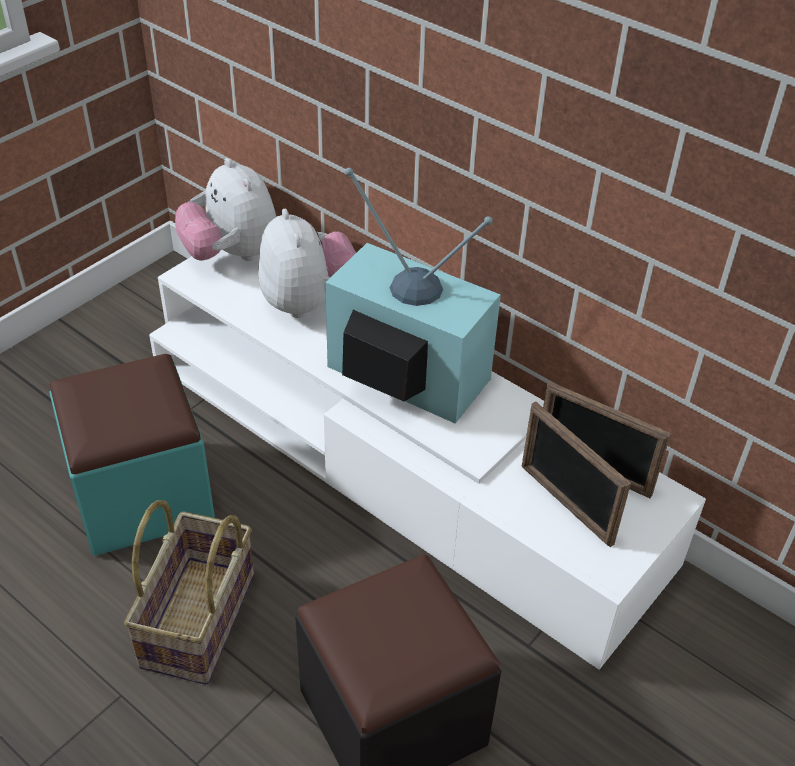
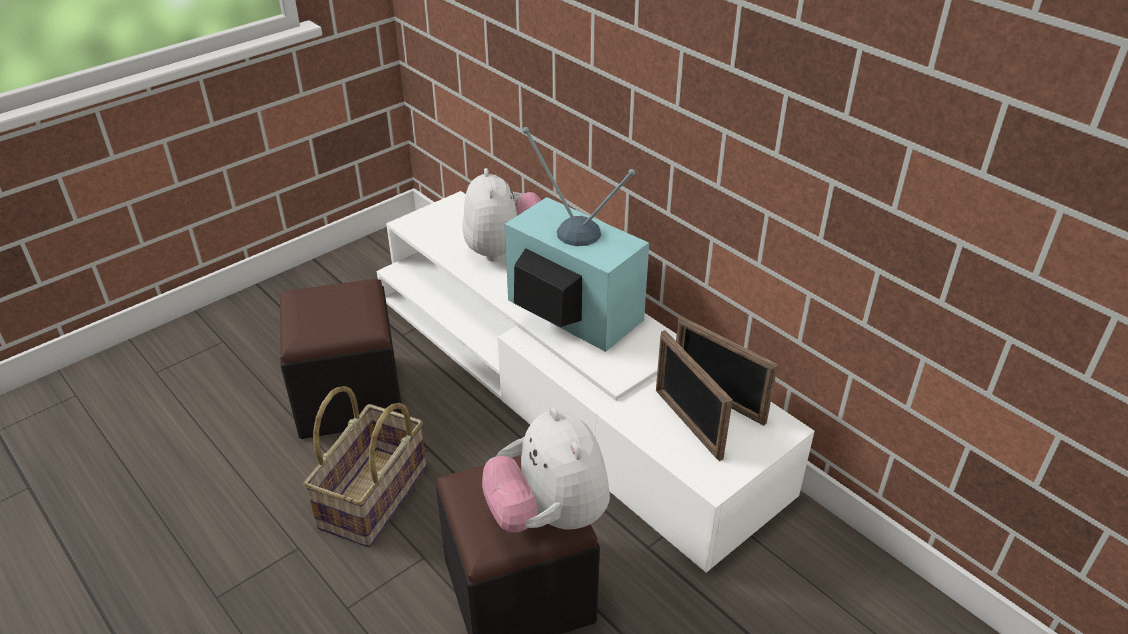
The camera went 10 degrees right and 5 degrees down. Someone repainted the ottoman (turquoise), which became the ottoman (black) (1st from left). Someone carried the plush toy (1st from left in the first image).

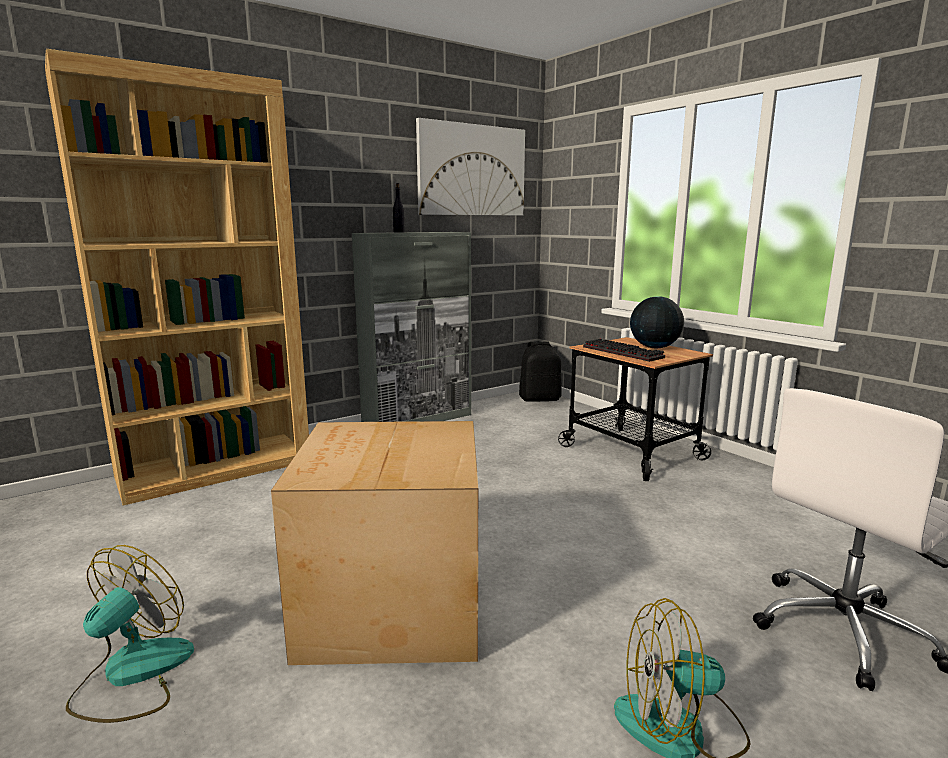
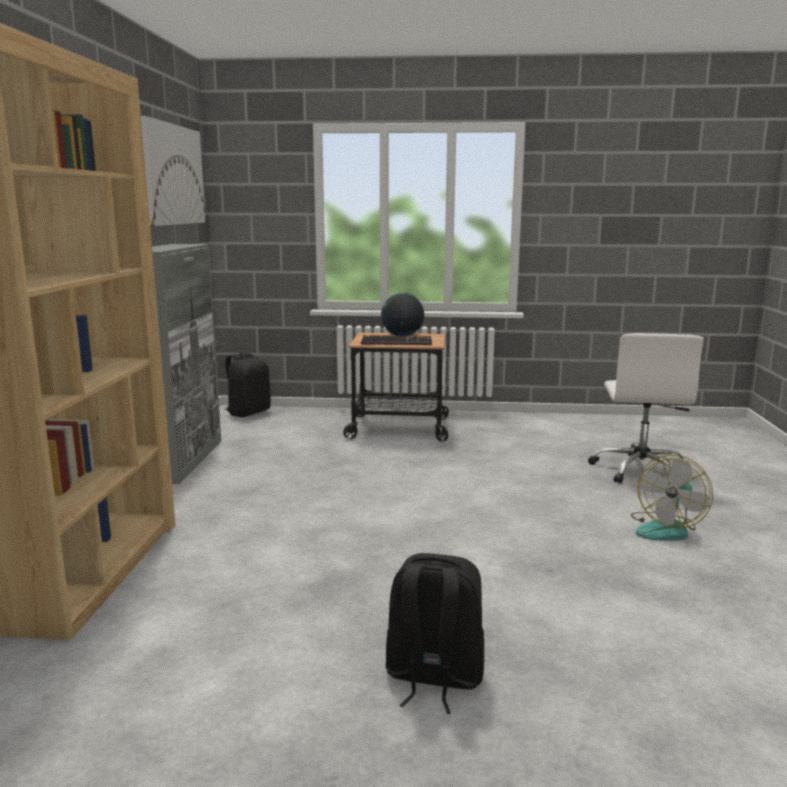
The camera went 50 degrees left and 0 degrees up. Someone swapped the fan (1st from left) for the backpack (black) (2nd from left). Someone took away the cardboard box. Someone took away the bottle (black).

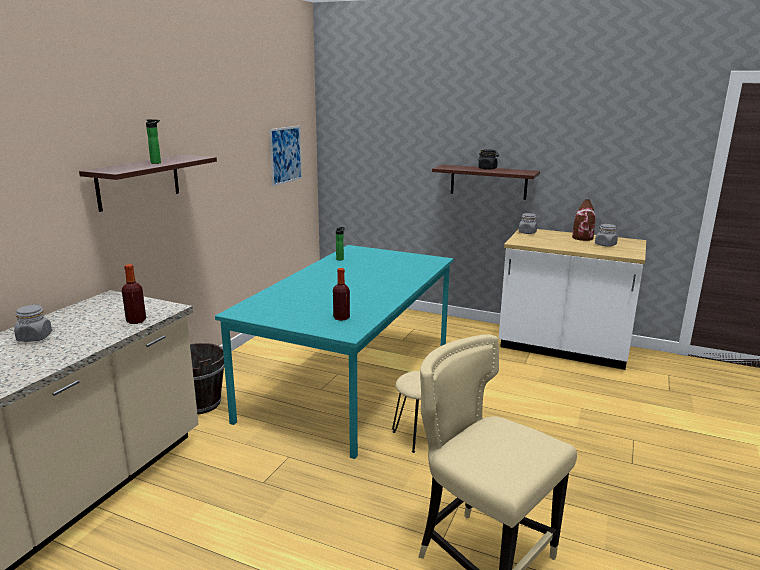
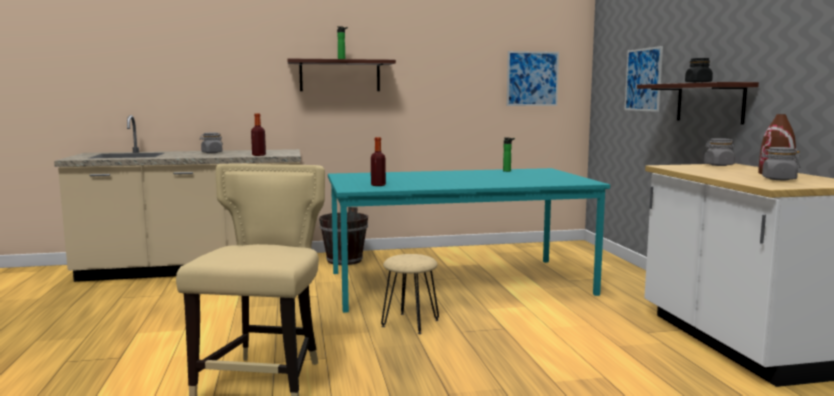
The camera went 55 degrees right and 10 degrees down. Someone put up the picture (2nd from left).

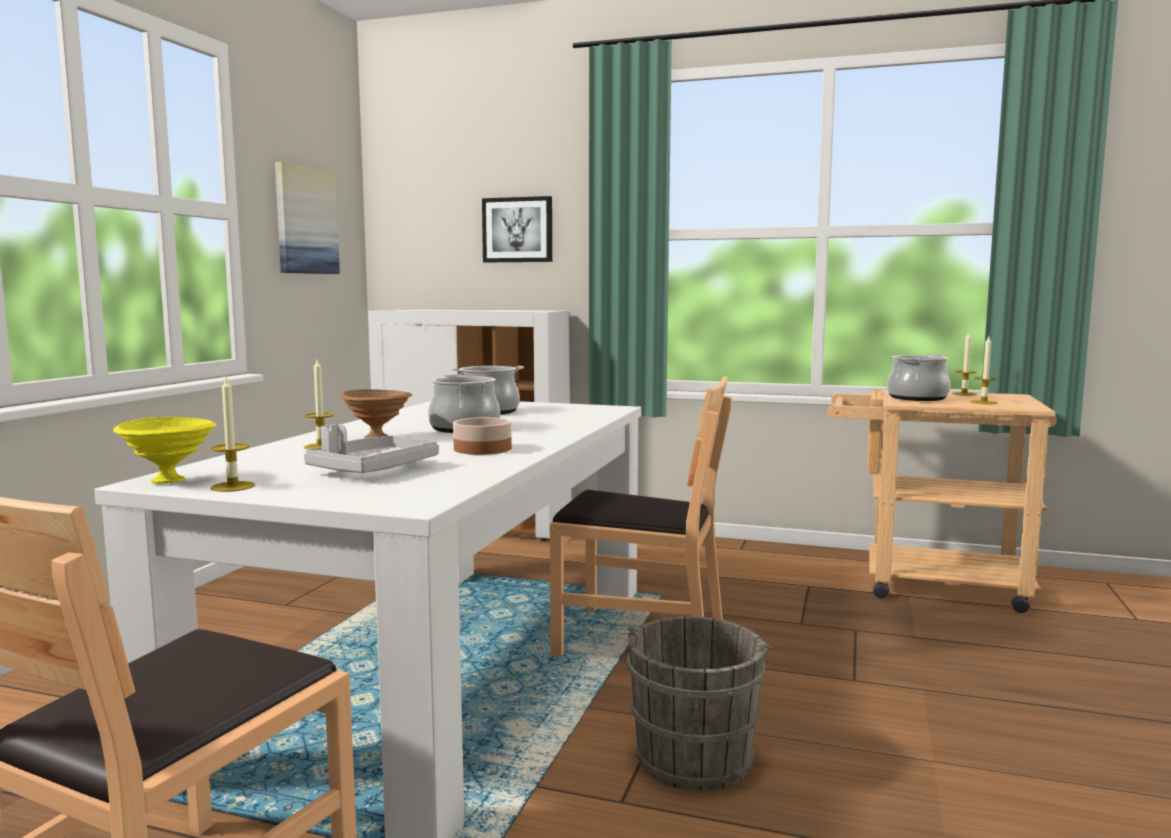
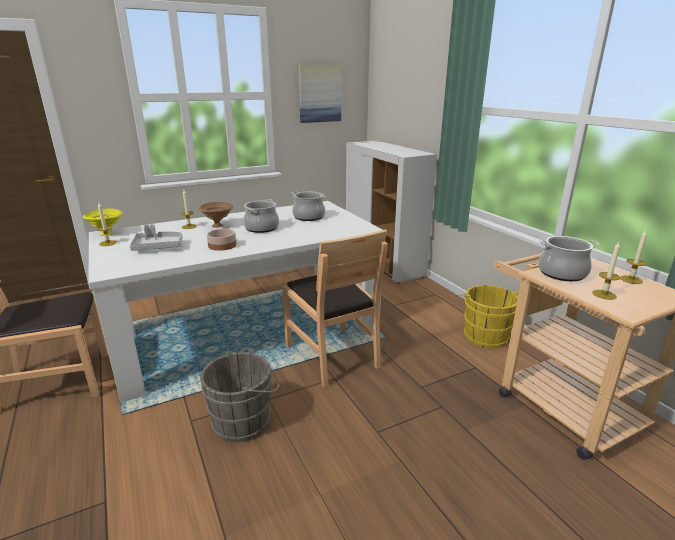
The camera went 45 degrees right and 15 degrees up. Someone put down the bucket (yellow). Someone took away the picture (2nd from left).

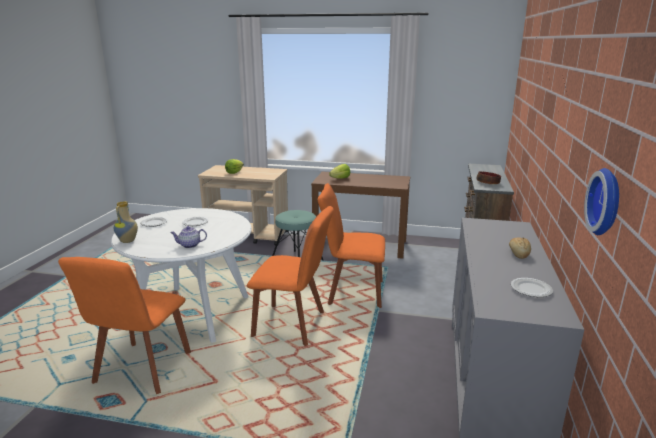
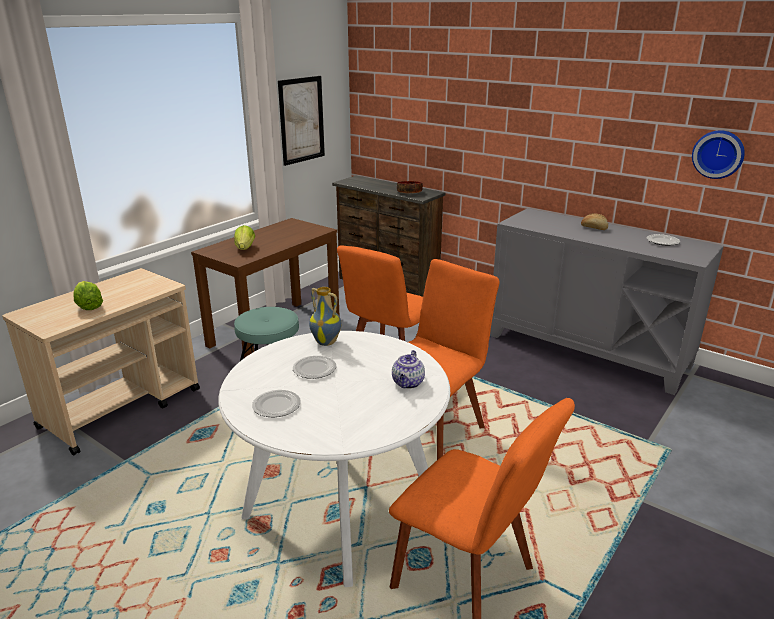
The camera went 65 degrees left and 5 degrees up. Someone put up the picture. Someone carried the vase.

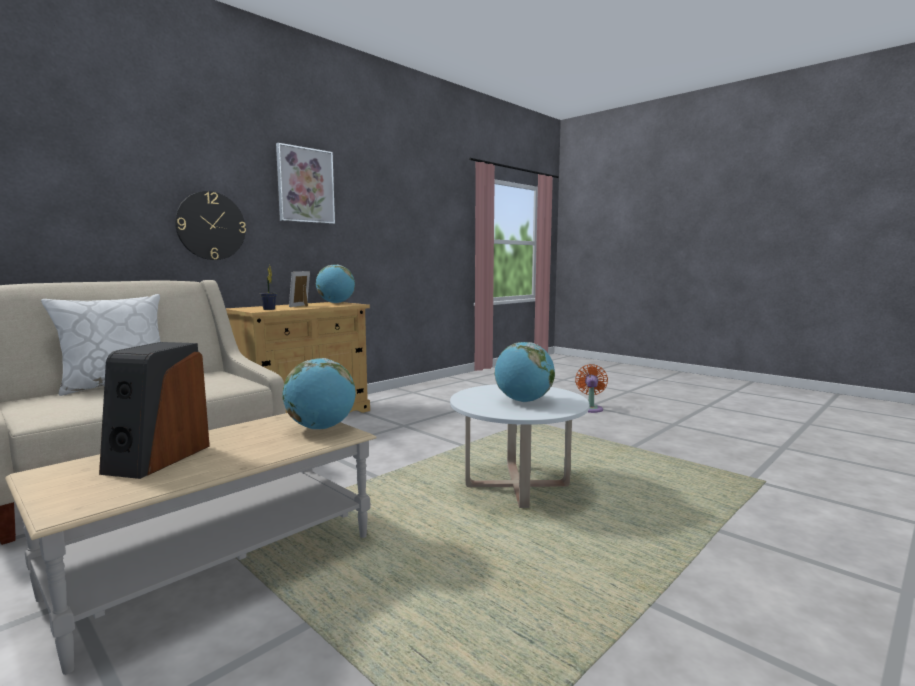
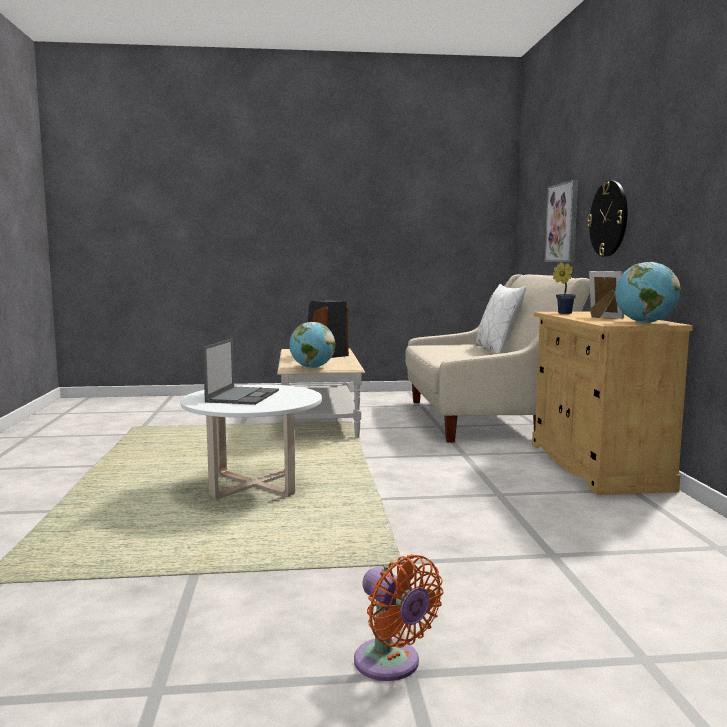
The camera went 130 degrees right and 0 degrees up. Someone swapped the globe (3rd from left) for the laptop. Someone carried the picture.

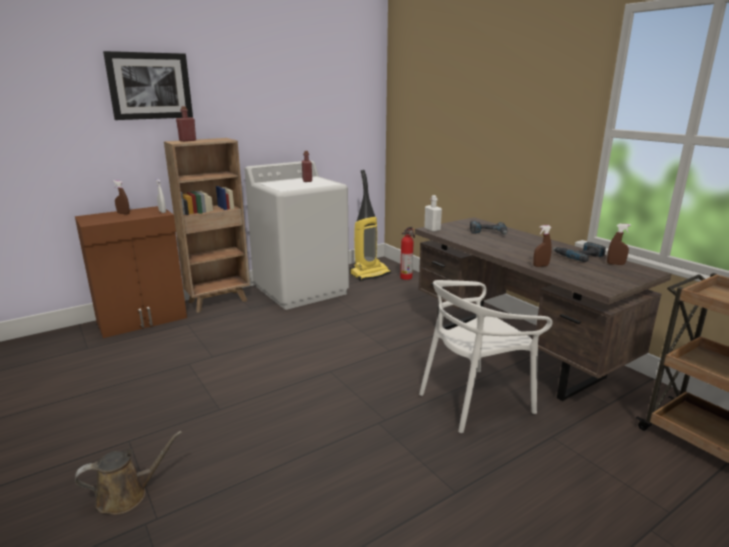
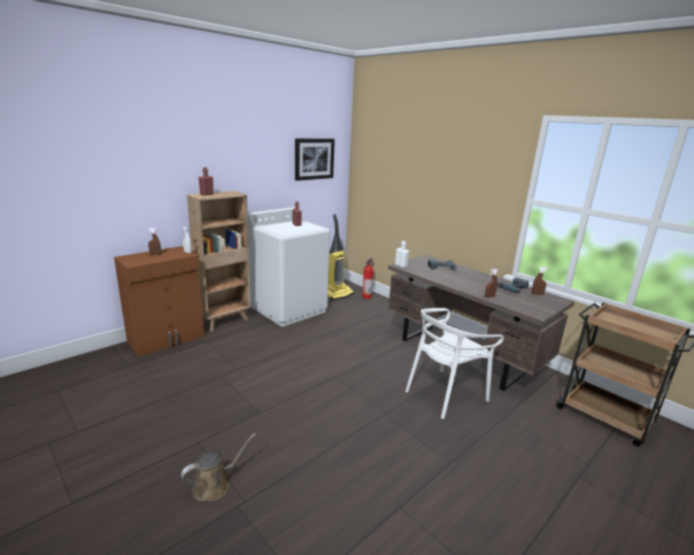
The camera went 10 degrees left and 0 degrees up. Someone carried the picture.

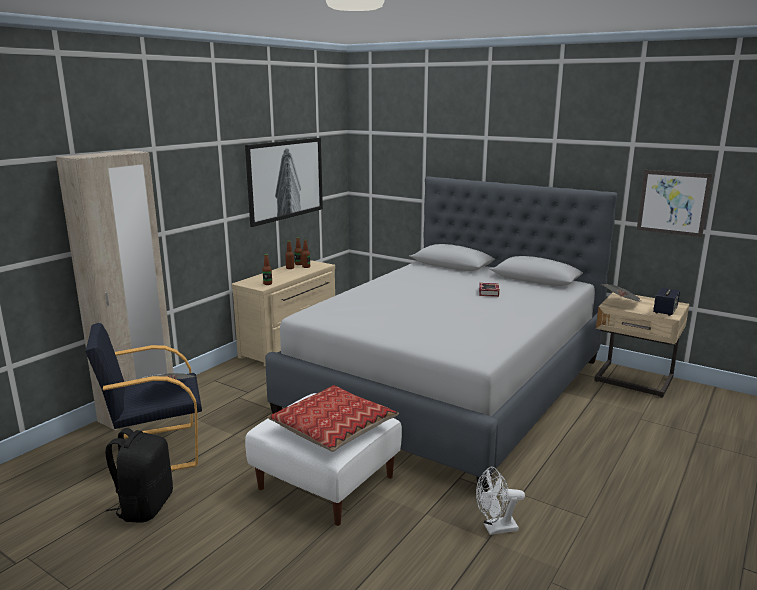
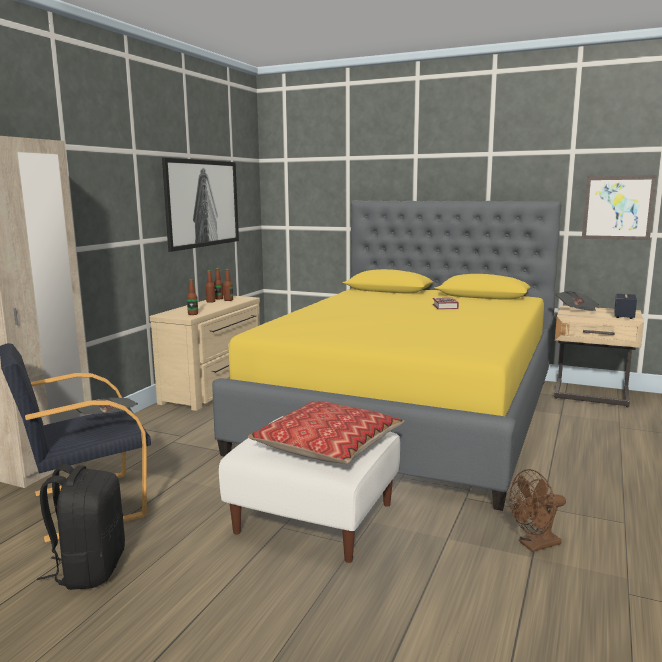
The camera went 10 degrees left and 5 degrees down. Someone repainted the bed (grey), which became the bed (yellow). Someone repainted the fan (white), which became the fan (brown).

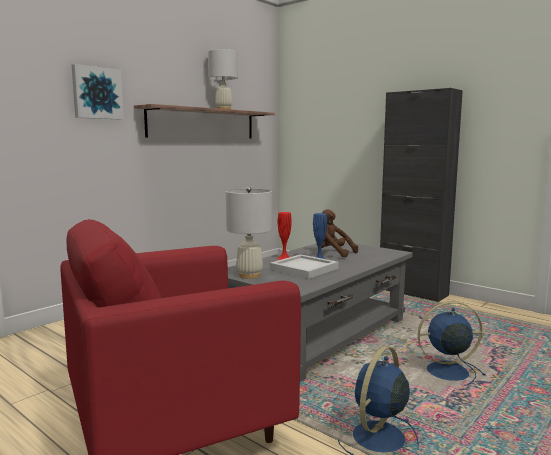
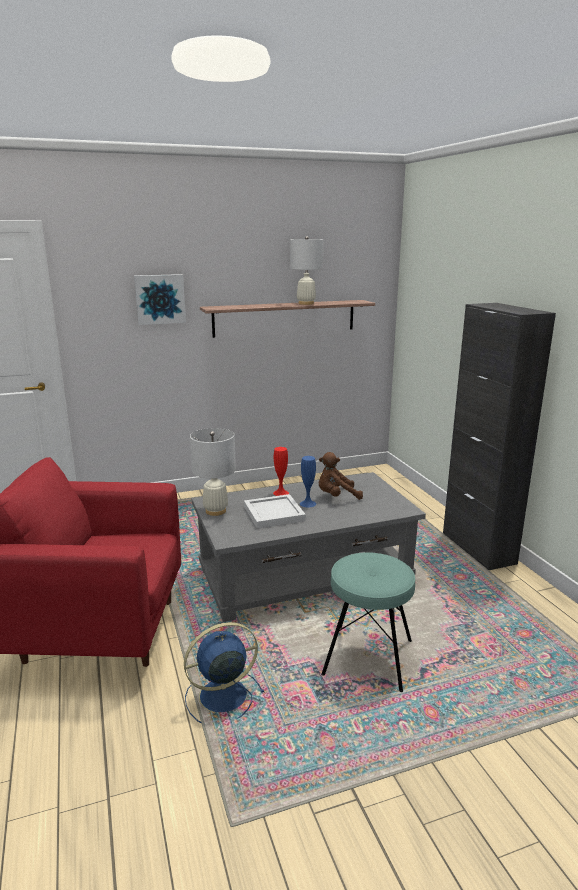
The camera went 30 degrees right and 10 degrees up. Someone rotated the plush toy (brown) by 75 degrees counterclockwise. Someone swapped the fan (blue) (2nd from left) for the stool (turquoise).

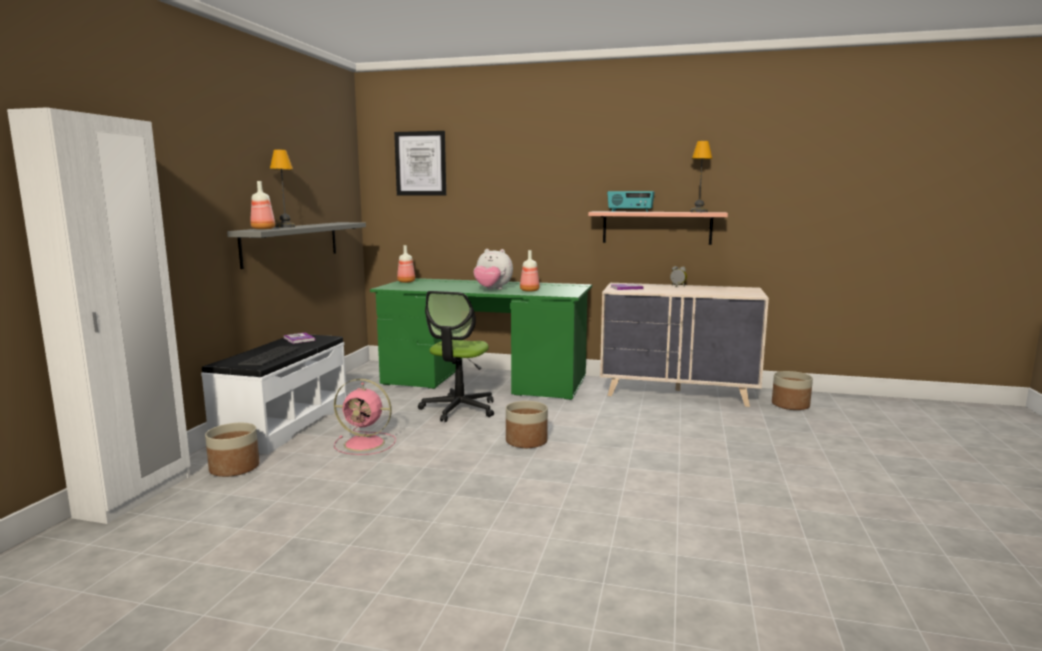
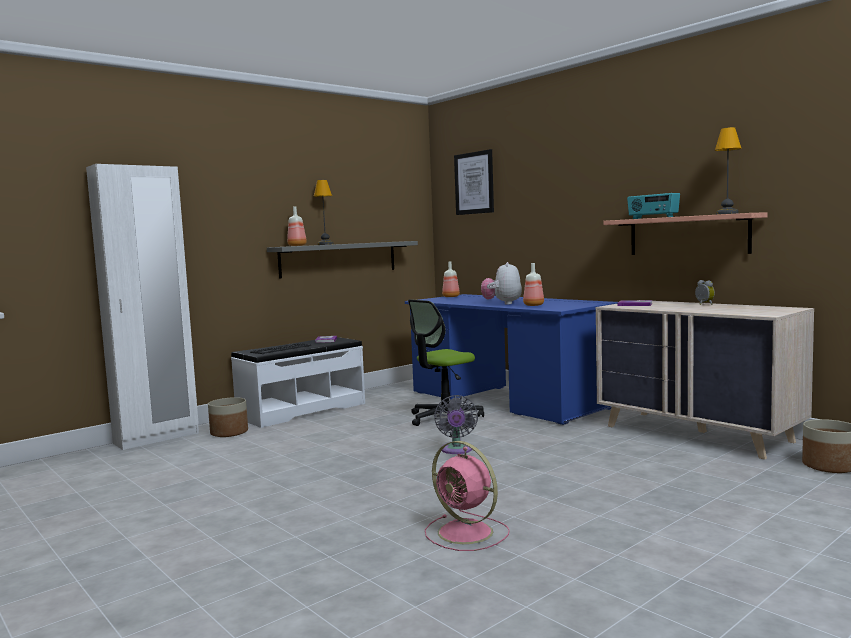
The camera went 35 degrees right and 5 degrees down. Someone repainted the desk (green), which became the desk (blue). Someone carried the fan (pink). Someone swapped the planter (2nd from left) for the fan (grey). Someone rotated the plush toy by 45 degrees clockwise.

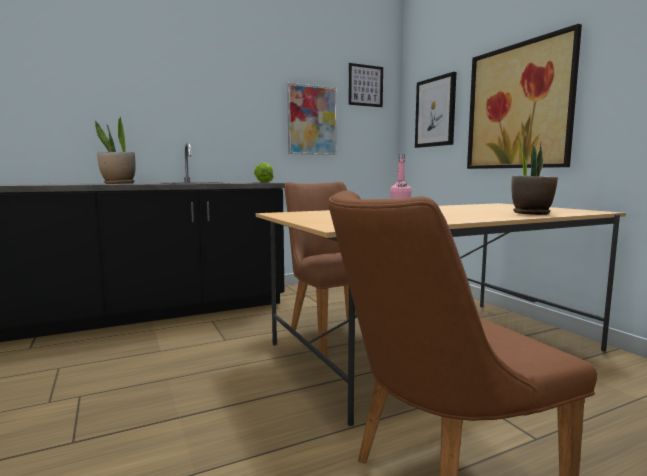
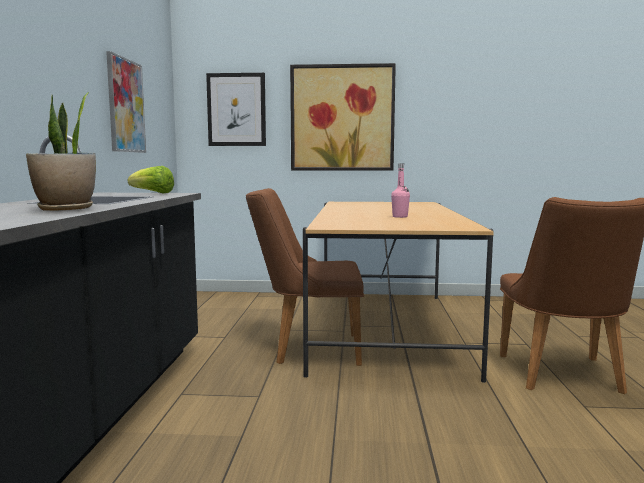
The camera went 60 degrees left and 0 degrees up. Someone took away the picture (2nd from left). Someone took away the potted plant (2nd from left).

